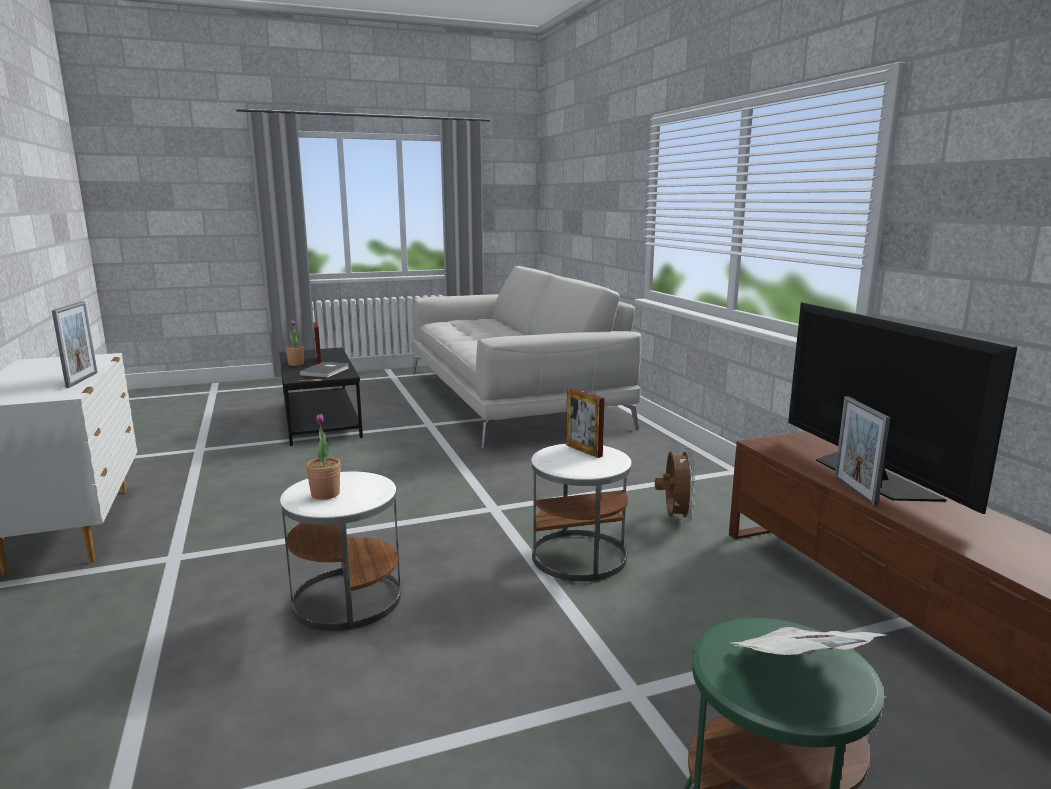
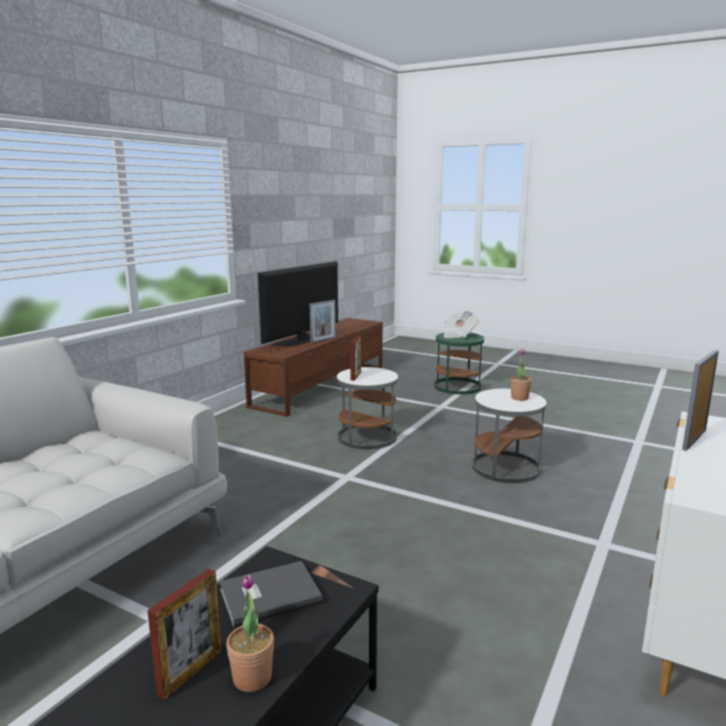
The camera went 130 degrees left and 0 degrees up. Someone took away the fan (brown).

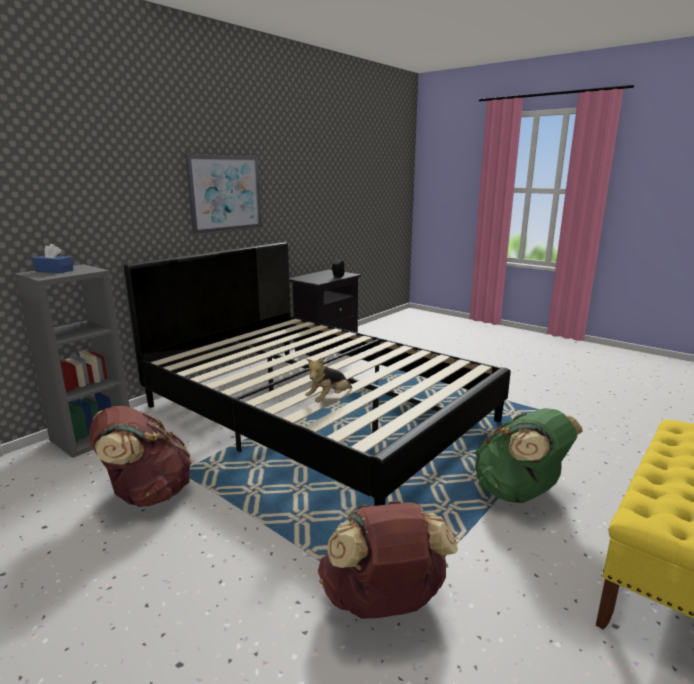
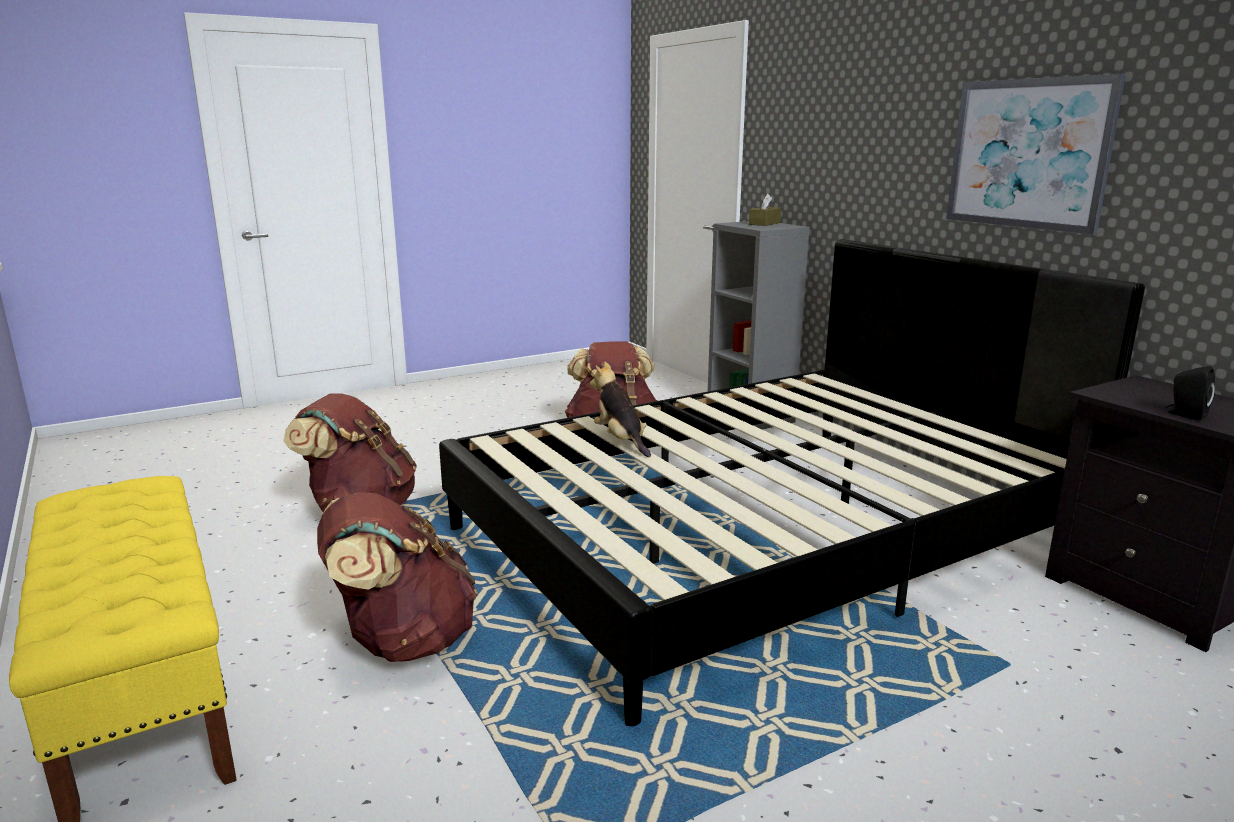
The camera went 110 degrees right and 0 degrees up. Someone repainted the backpack (green), which became the backpack (brown) (2nd from left). Someone repainted the tissue box (blue), which became the tissue box (brown).

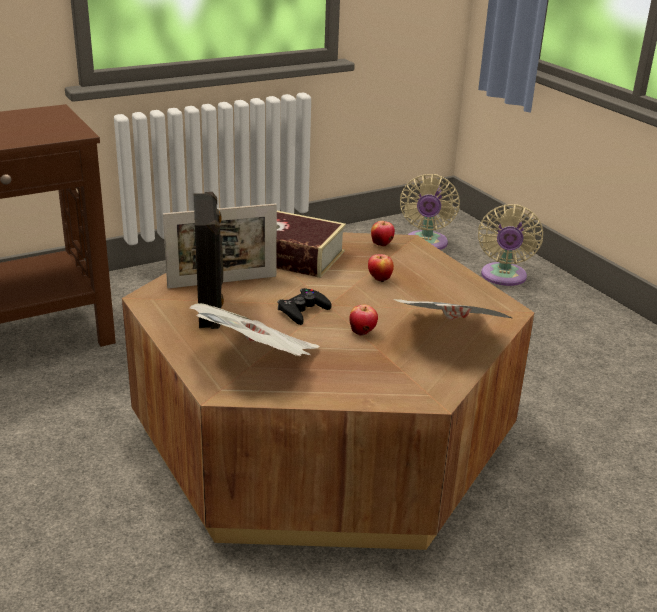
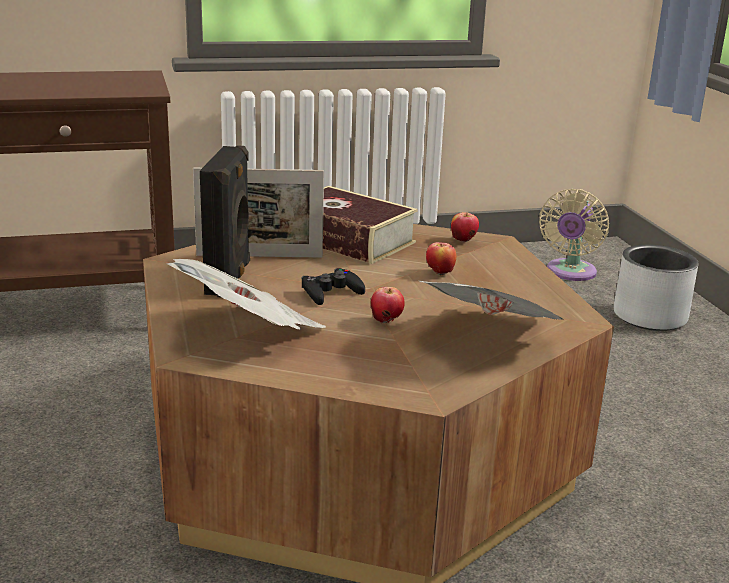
The camera went 15 degrees right and 5 degrees down. Someone swapped the fan (beige) (2nd from left) for the planter (grey).

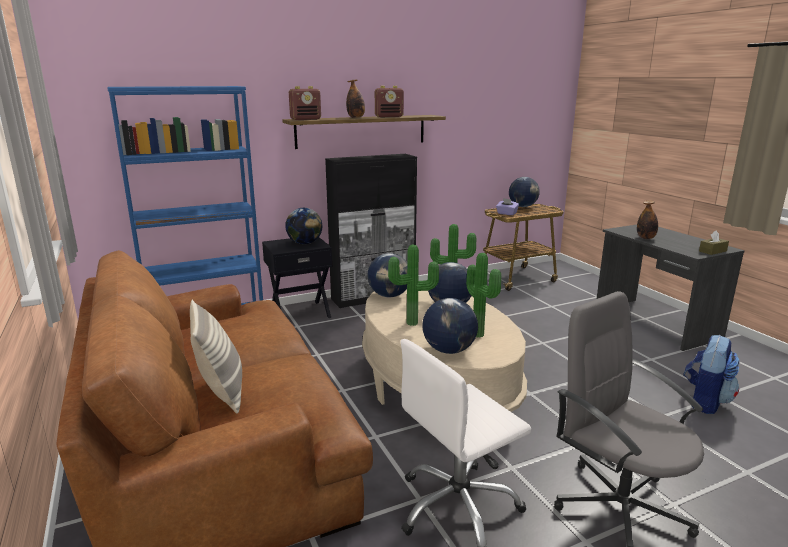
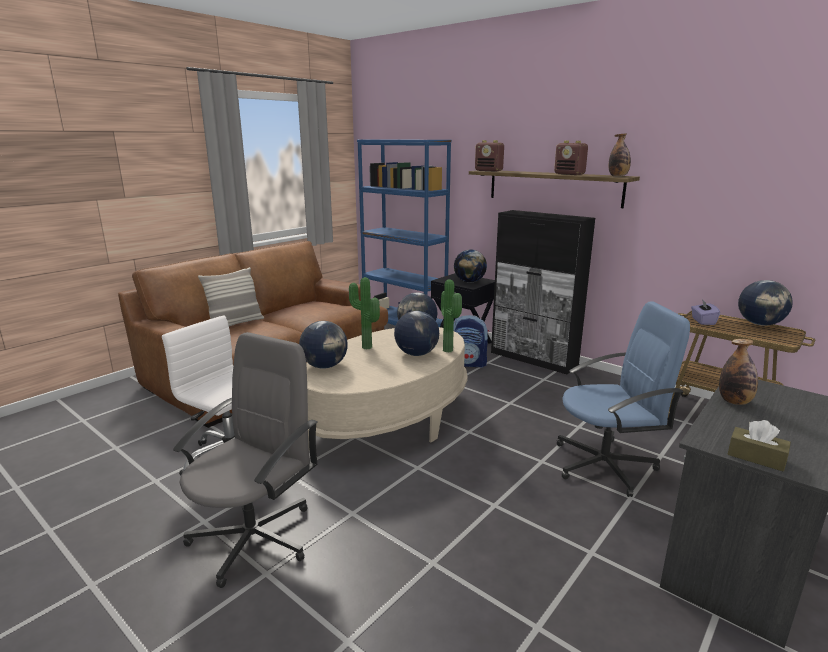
The camera went 65 degrees right and 0 degrees up. Someone carried the backpack. Someone put down the office chair (blue). Someone carried the bottle (1st from left). Someone took away the potted plant (3rd from left).

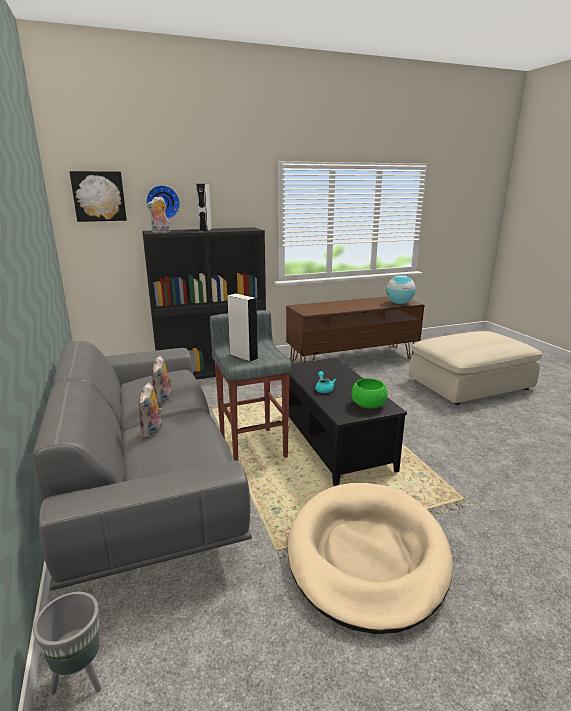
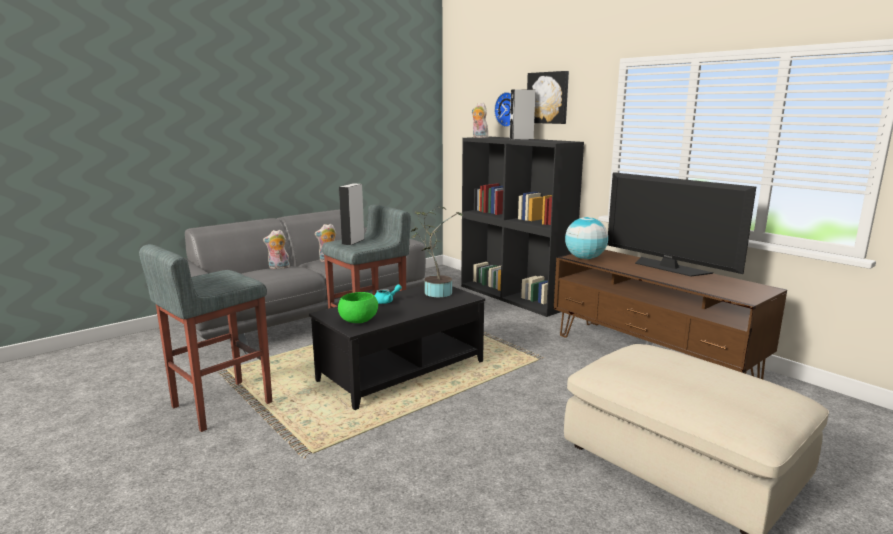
The camera went 70 degrees right and 5 degrees down. Someone swapped the dog bed (beige) for the stool (grey) (1st from left). Someone put down the potted plant. Someone carried the picture. Someone carried the globe. Someone put down the television. Someone took away the planter (grey).

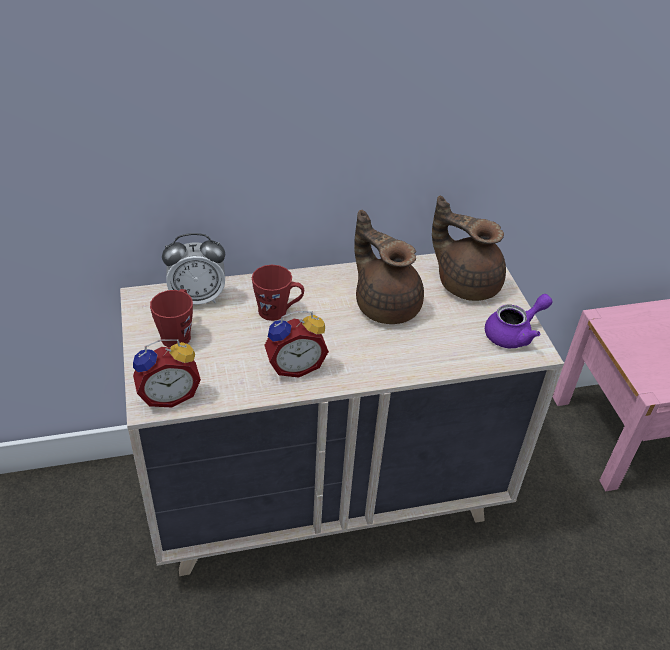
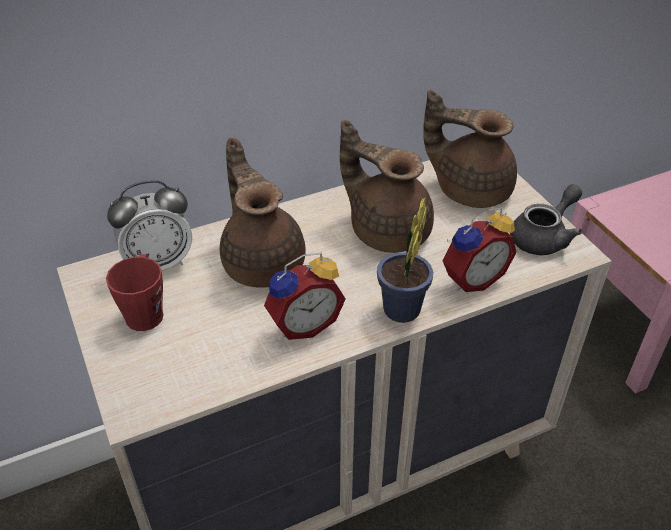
The camera went 10 degrees left and 0 degrees up. Someone swapped the mug (red) (2nd from left) for the teapot (brown) (1st from left). Someone put down the potted plant. Someone carried the alarm clock (1st from left in the first image). Someone repainted the teapot (purple), which became the teapot (grey).

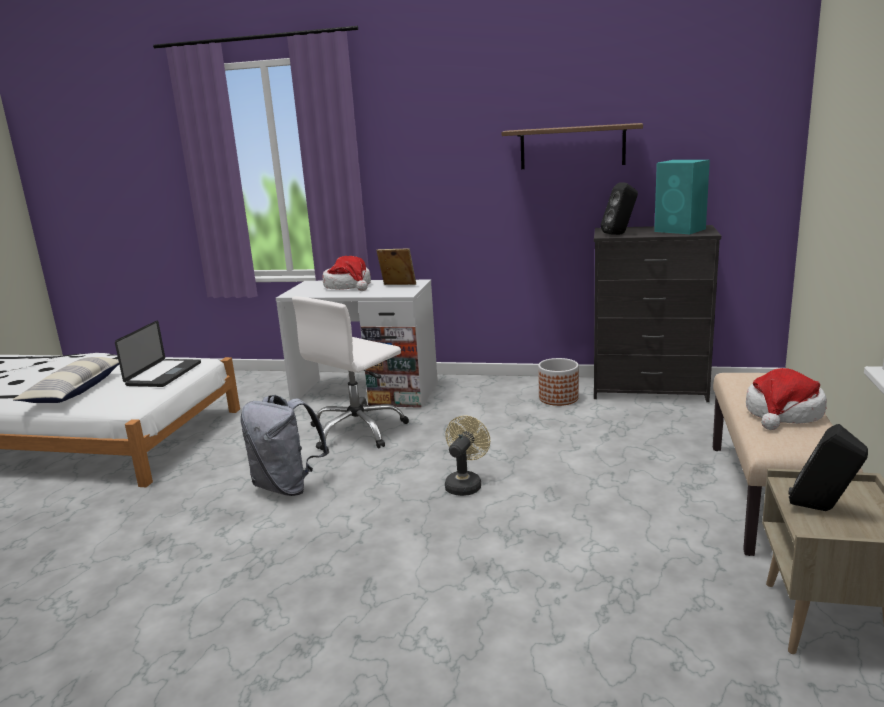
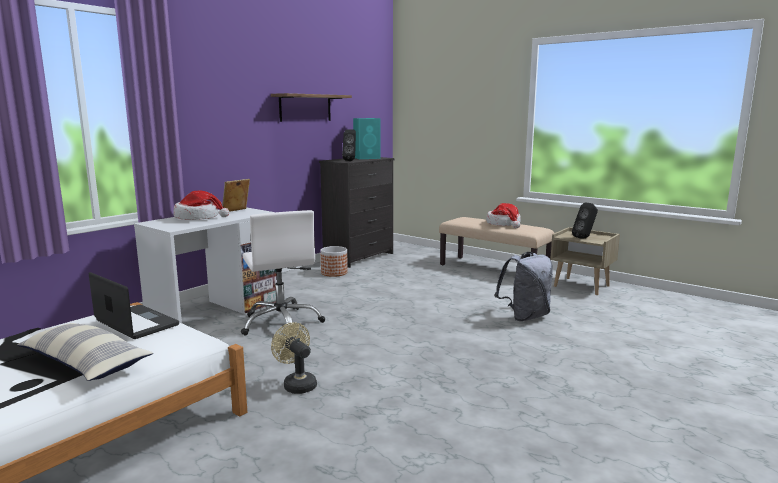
The camera went 65 degrees left and 5 degrees down. Someone carried the fan (beige). Someone carried the backpack (grey).

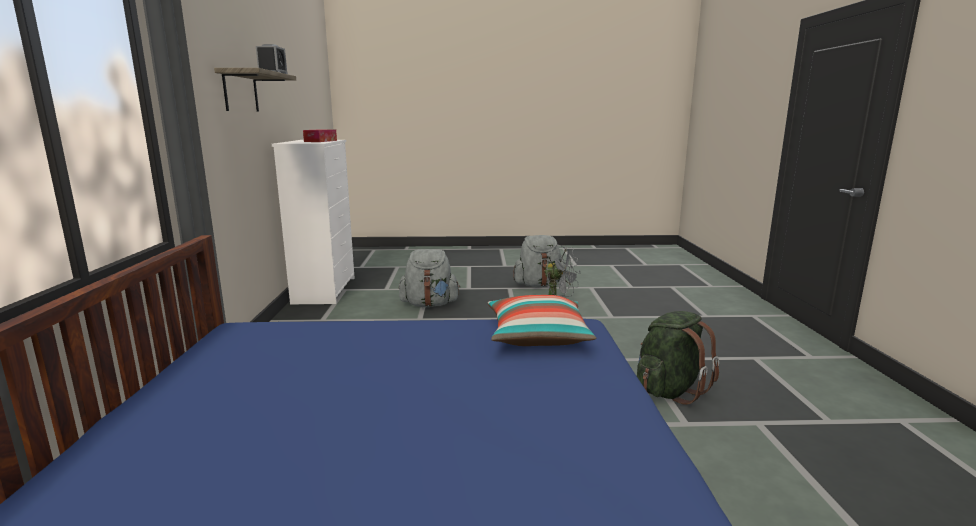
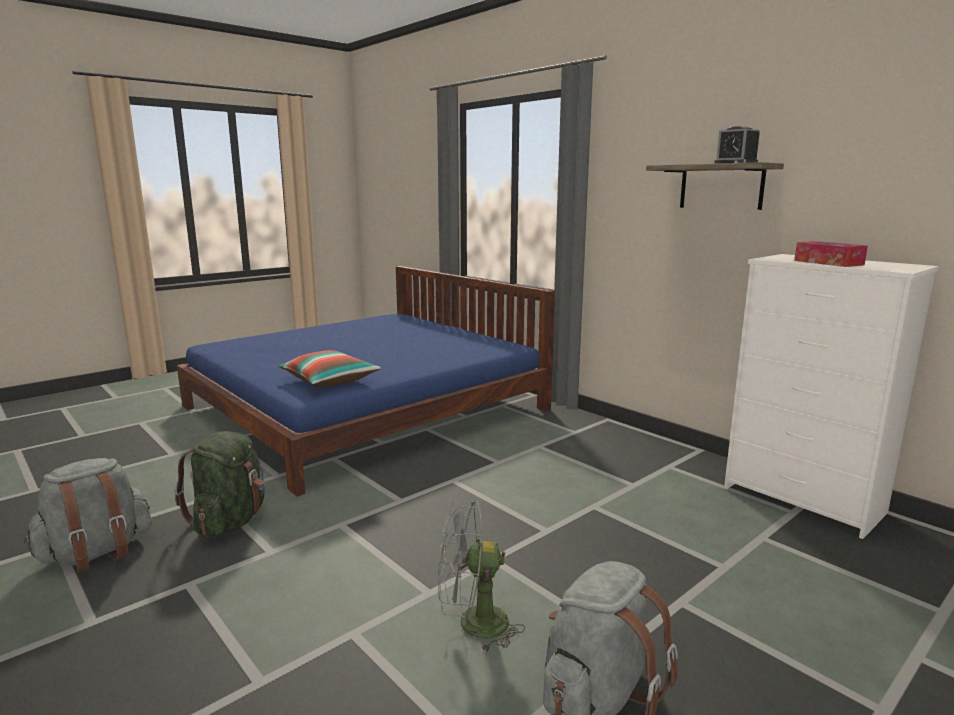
The camera went 140 degrees right and 0 degrees up. Someone carried the backpack (grey) (1st from left).

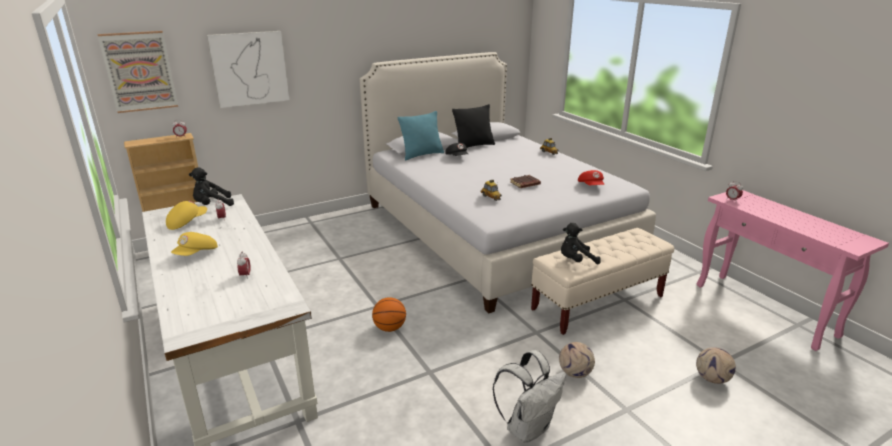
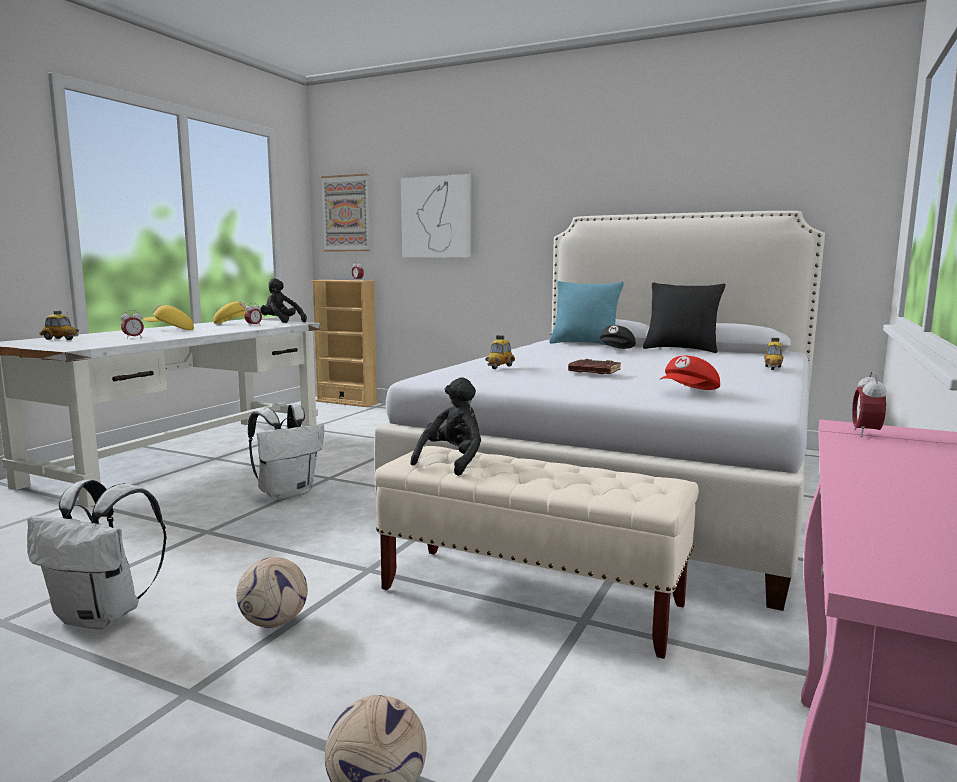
The camera went 55 degrees right and 15 degrees down. Someone put down the toy car (1st from left). Someone swapped the basketball for the backpack (white) (2nd from left). Someone rotated the plush toy (black) (2nd from left) by 75 degrees clockwise.

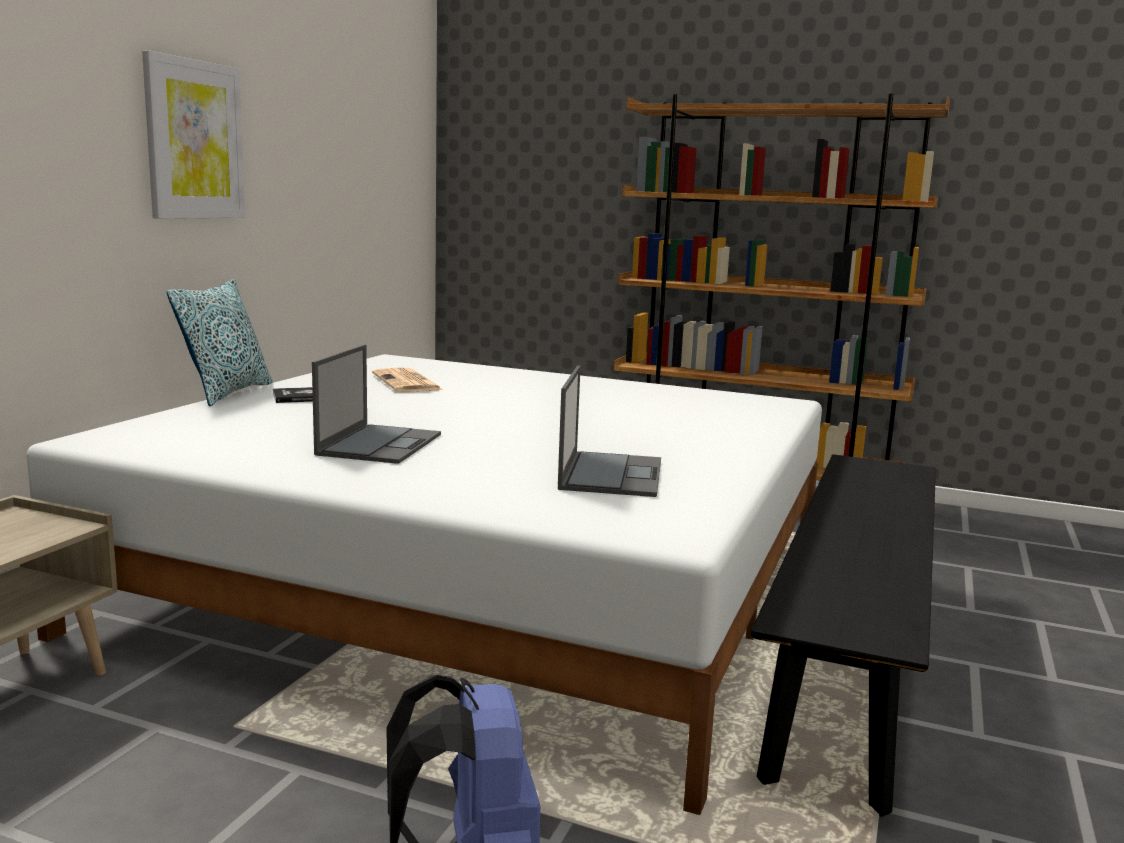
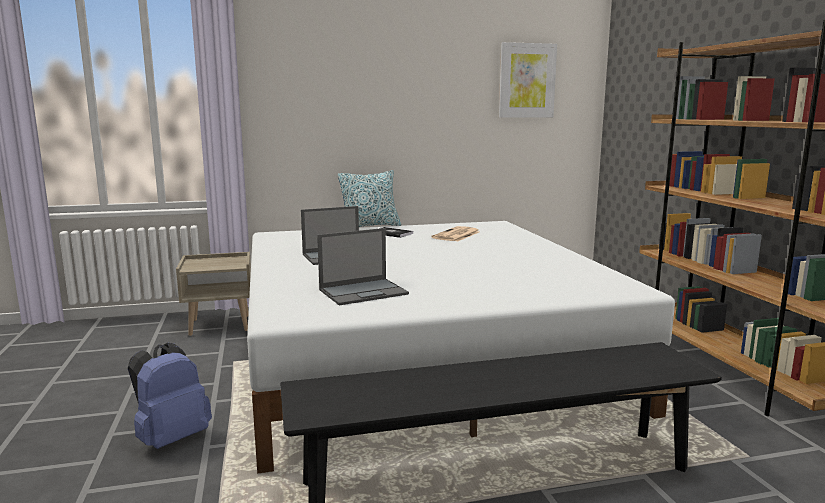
The camera went 55 degrees right and 0 degrees up. Someone carried the picture.

